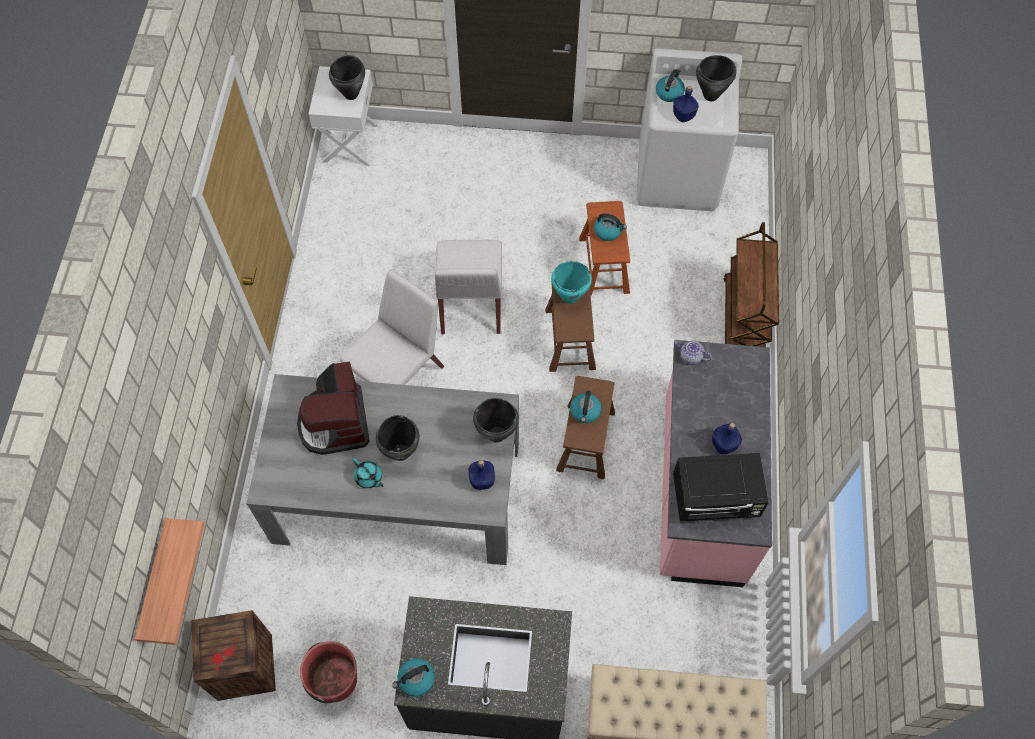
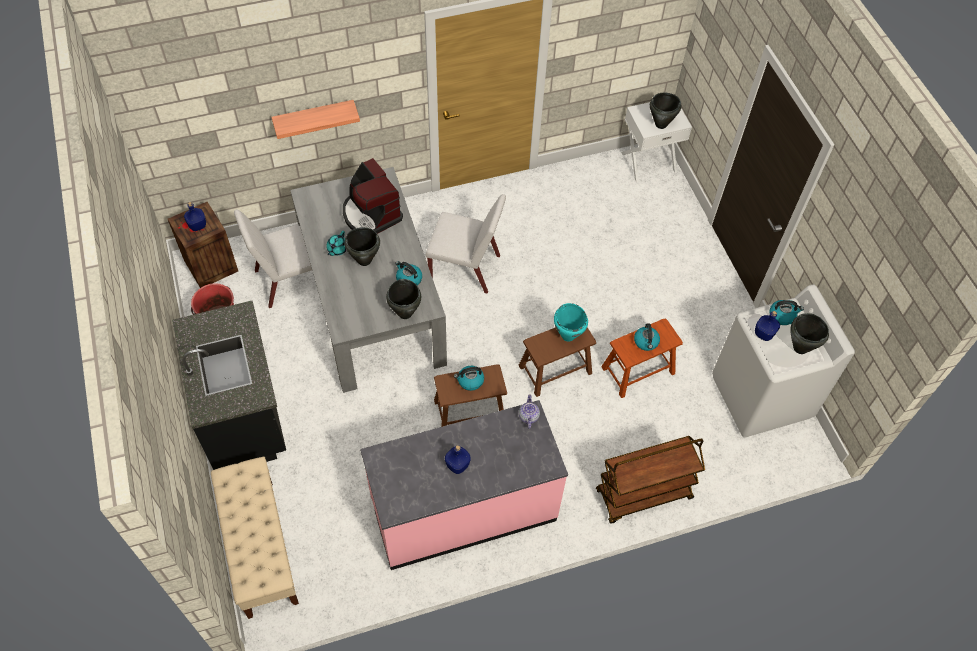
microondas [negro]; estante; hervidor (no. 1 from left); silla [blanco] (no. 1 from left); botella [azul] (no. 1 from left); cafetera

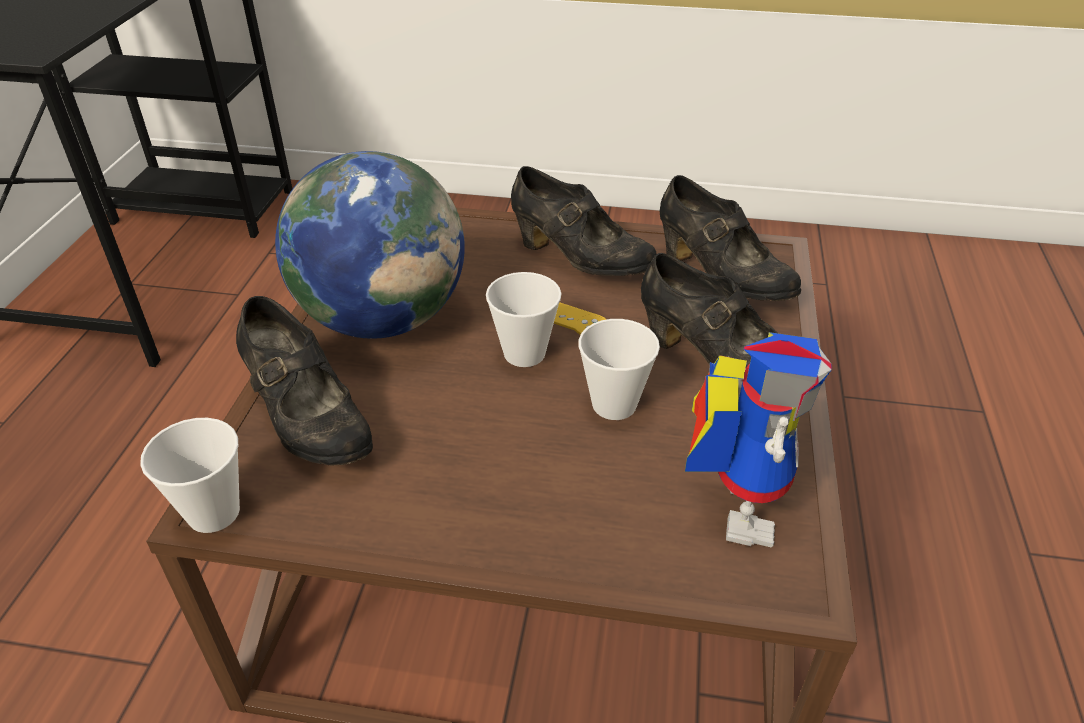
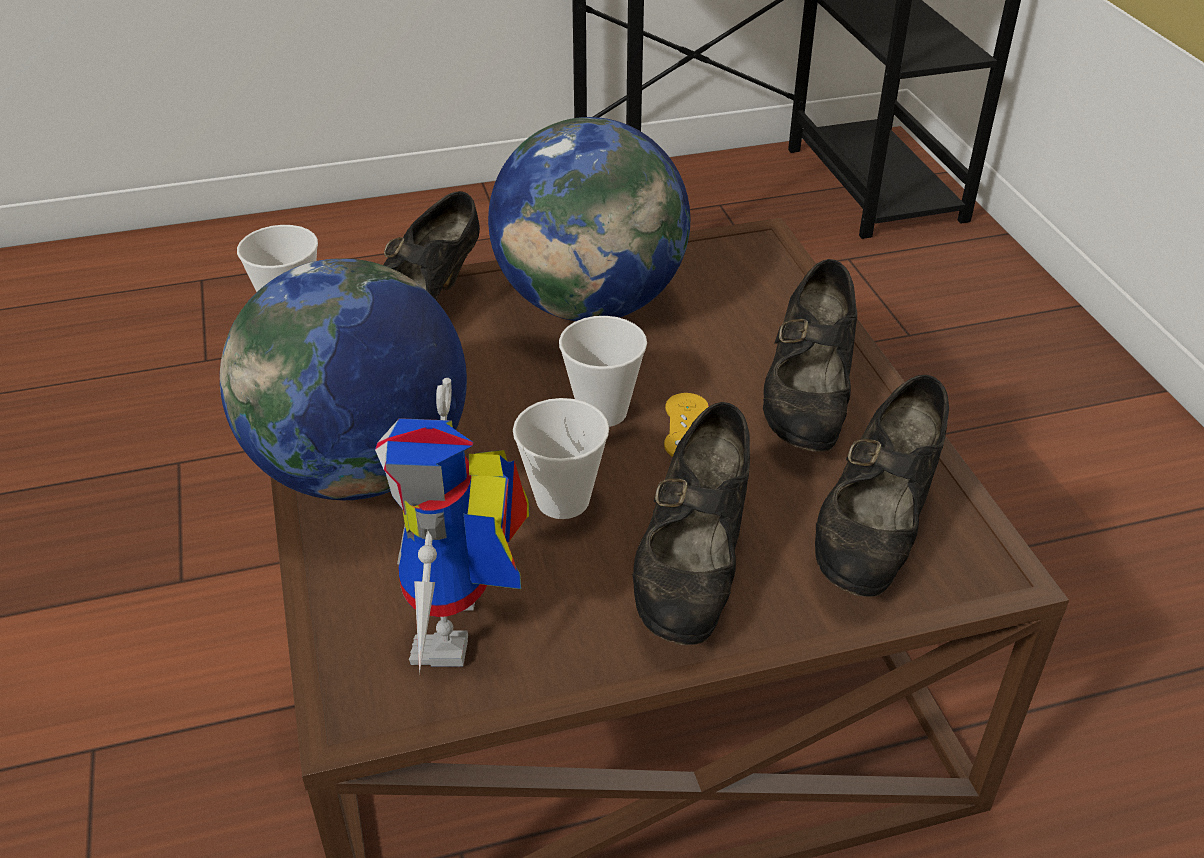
globo terráqueo (no. 1 from left); robot de juguete

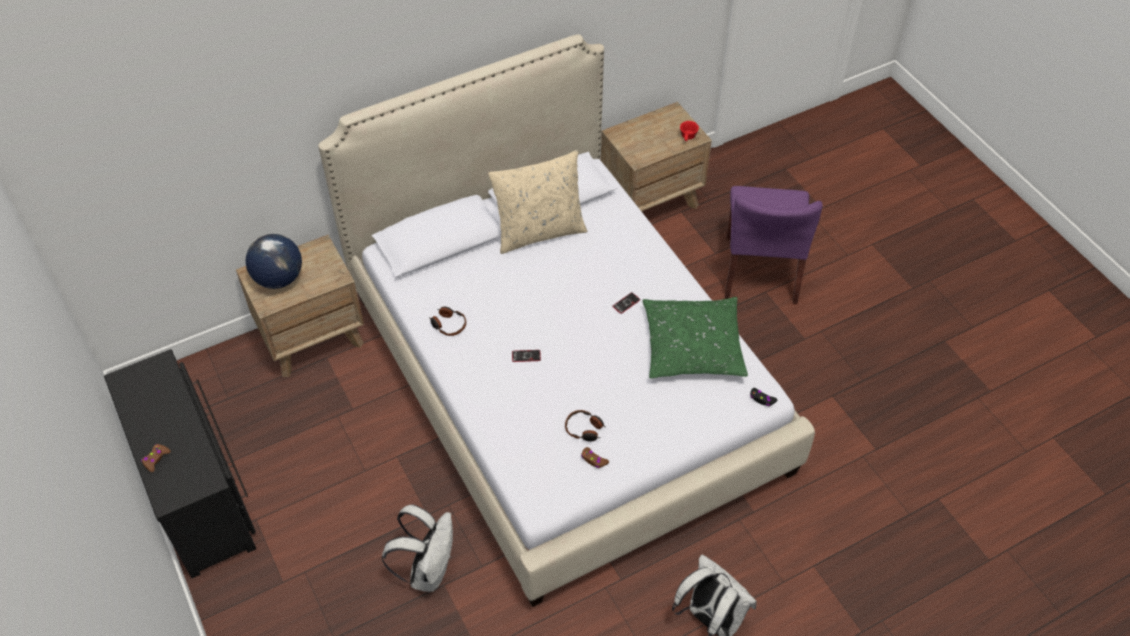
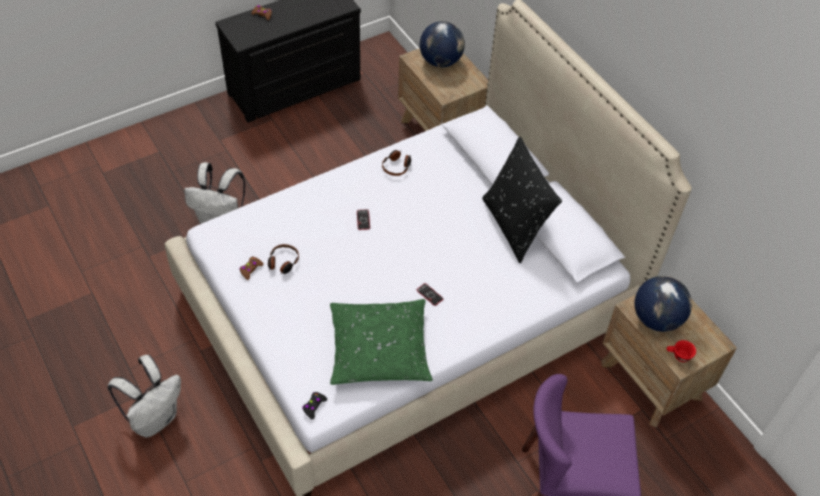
globo terráqueo (no. 2 from left); cojín [negro]

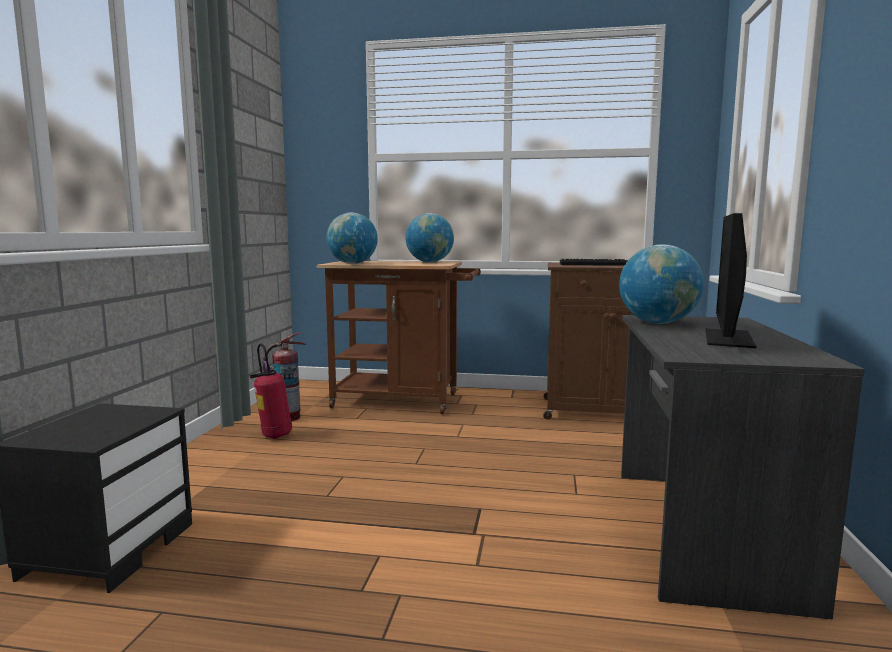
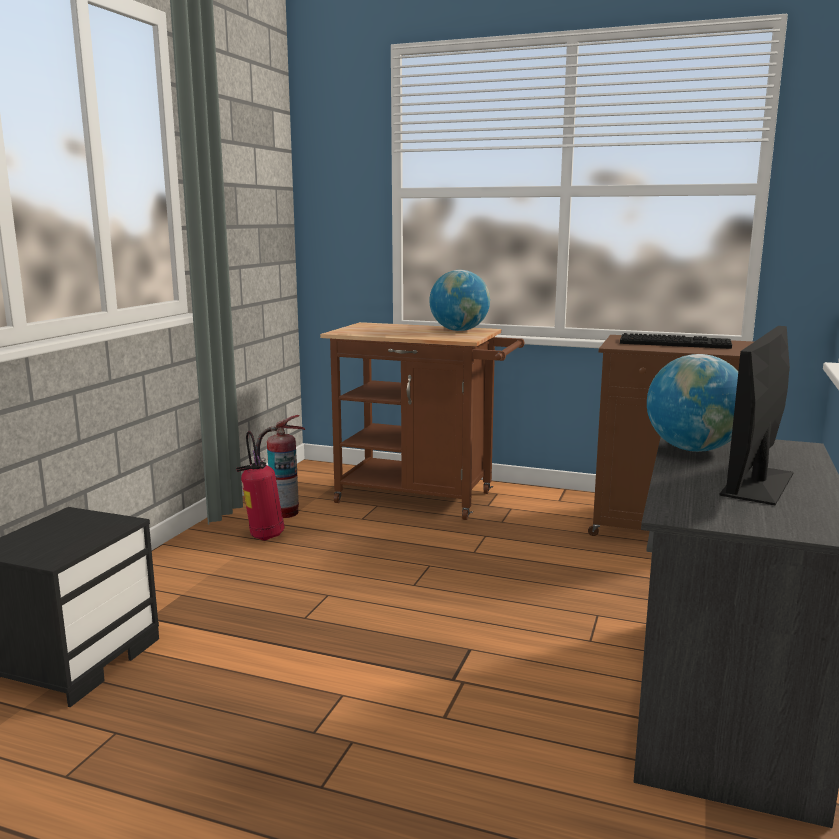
globo terráqueo (no. 1 from left in the first image)

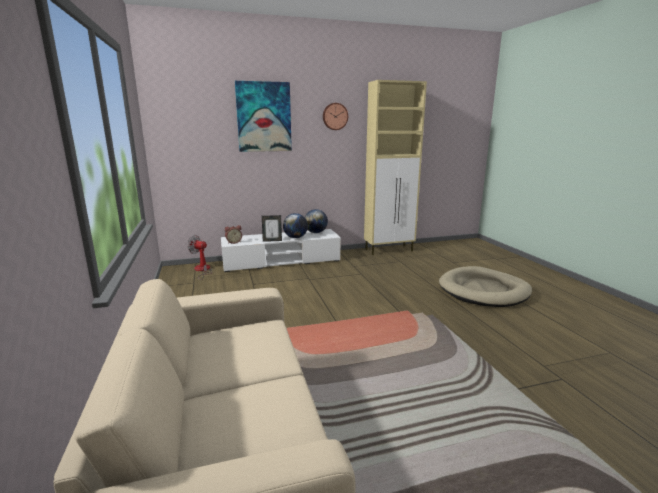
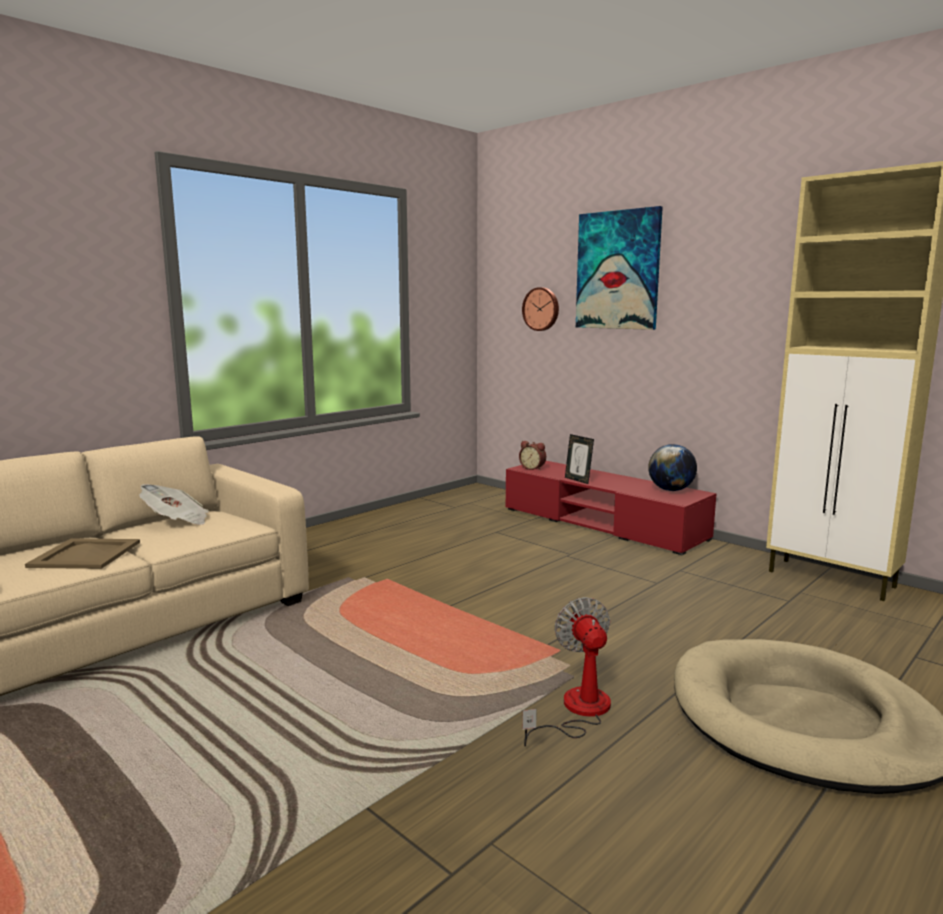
globo terráqueo (no. 1 from left in the first image); bandeja [beis]; periódico; ventilador; reloj de pared; mueble de televisión [rojo]

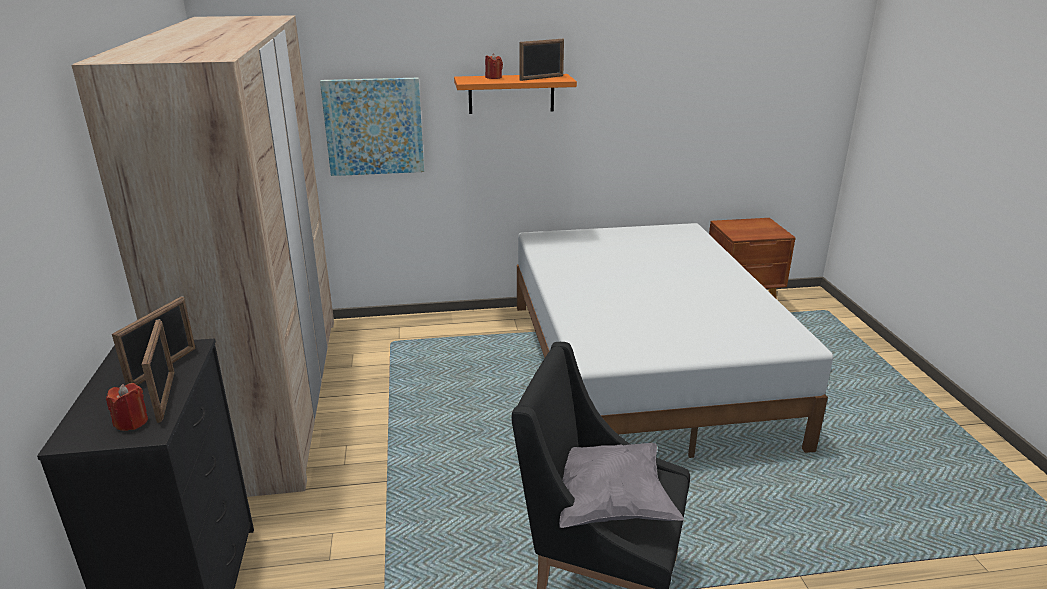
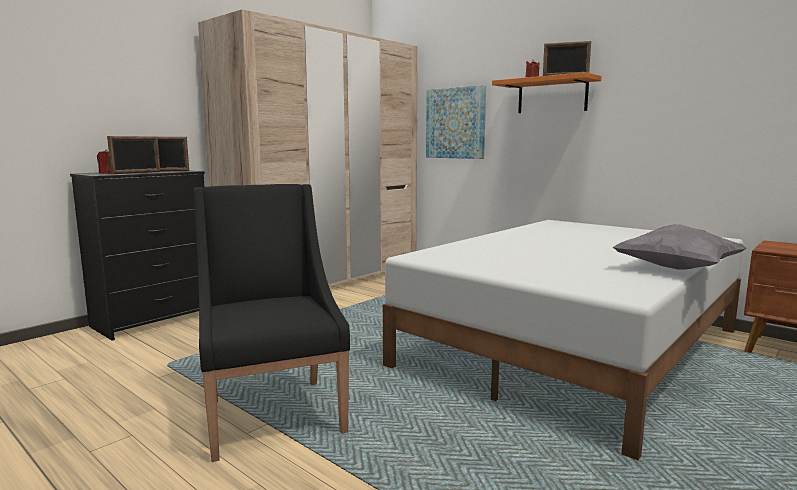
cojín [gris]

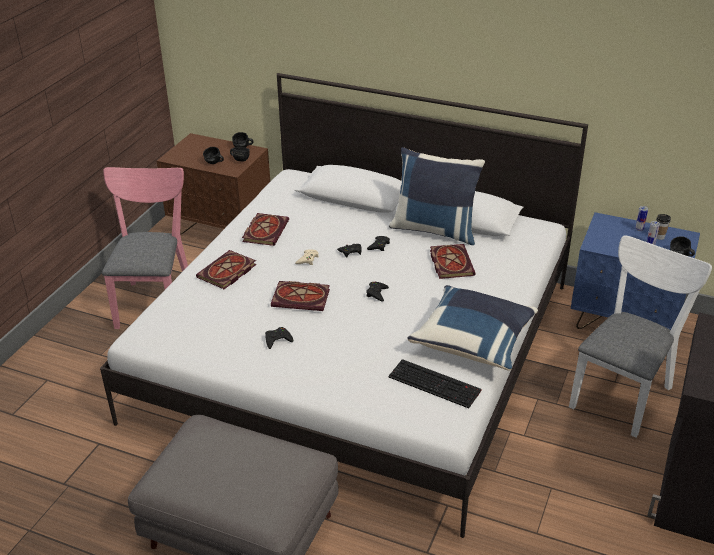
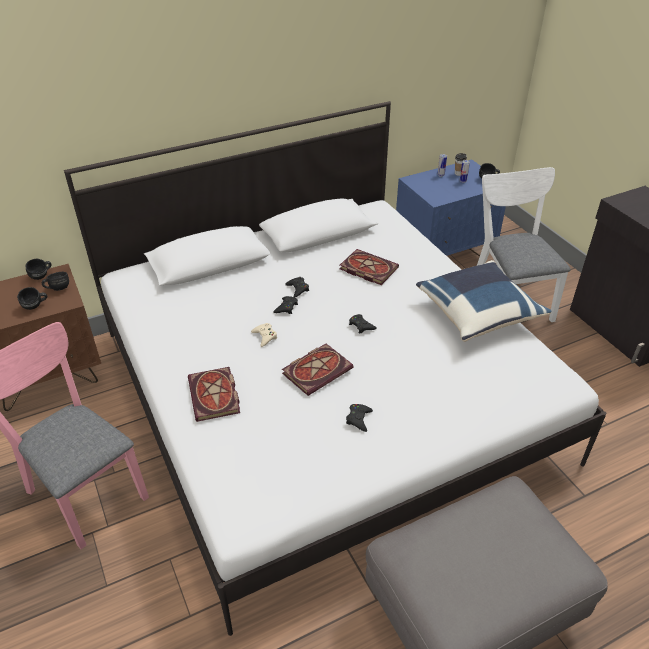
libro (no. 2 from left in the first image); teclado; cojín [azul] (no. 1 from left in the first image)

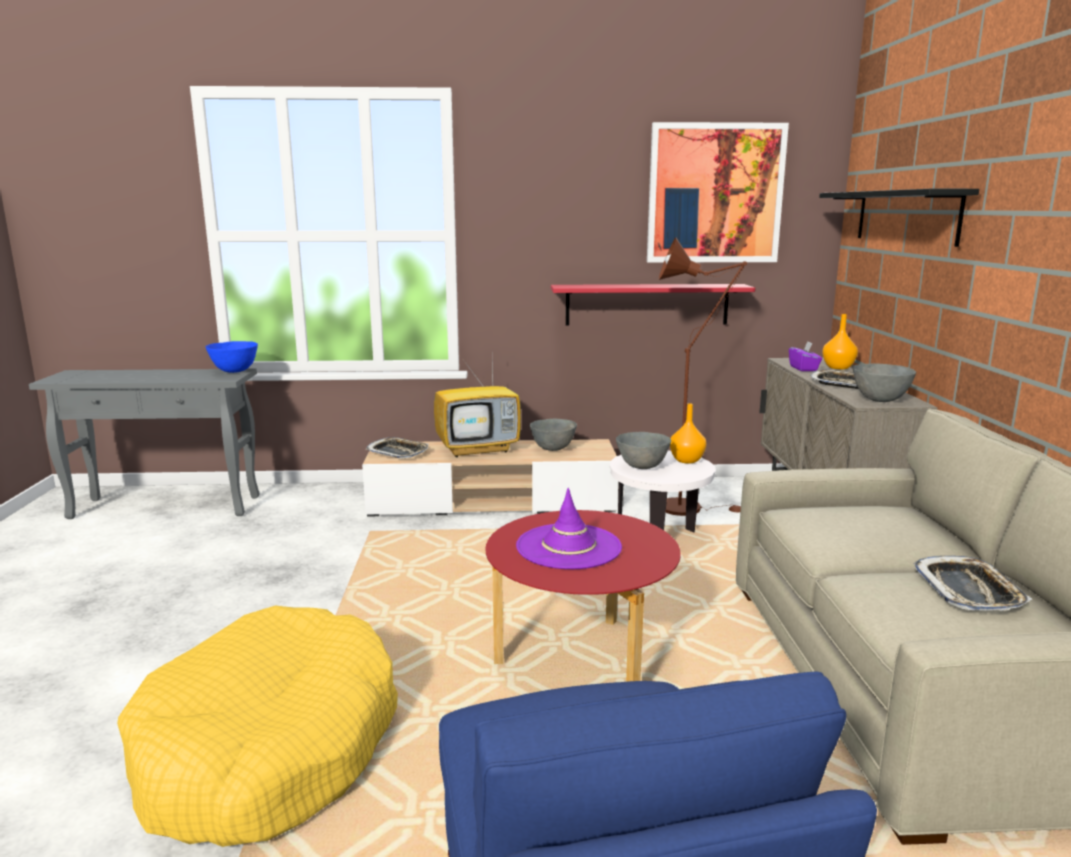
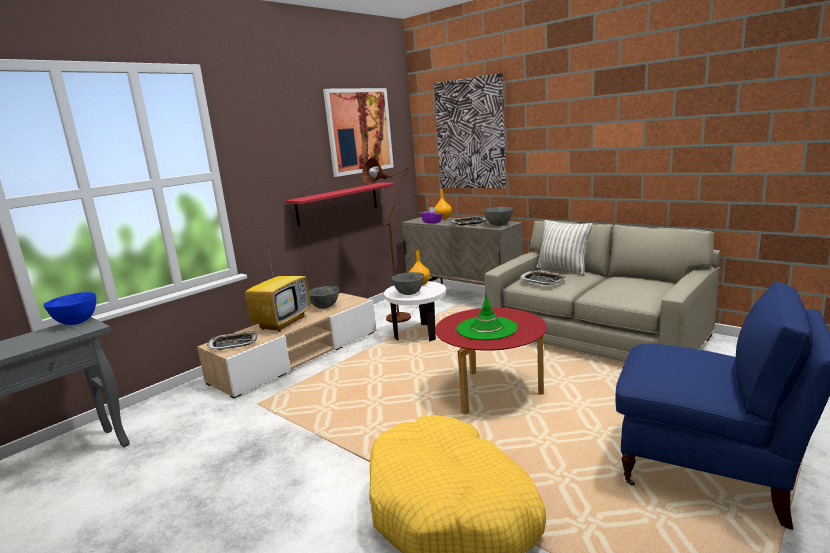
cojín; bandeja (no. 3 from left); cuadro (no. 2 from left); sombrero [verde]

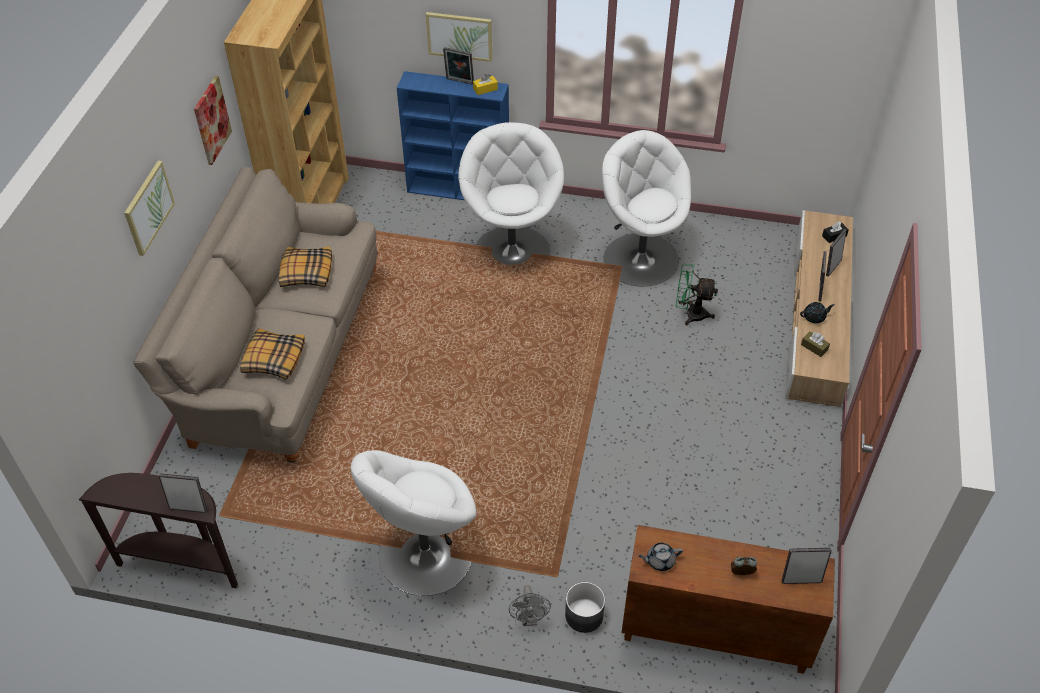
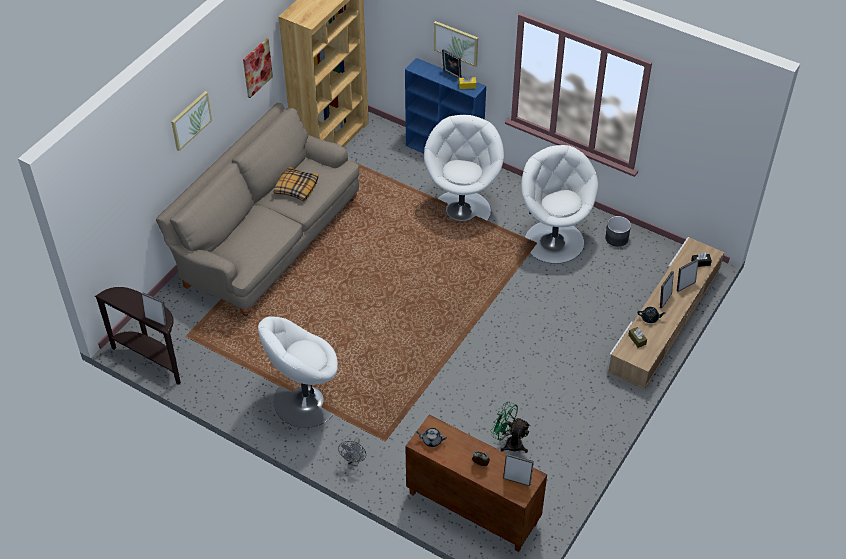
cojín (no. 1 from left in the first image); maceta [gris]; ventilador [verde]

